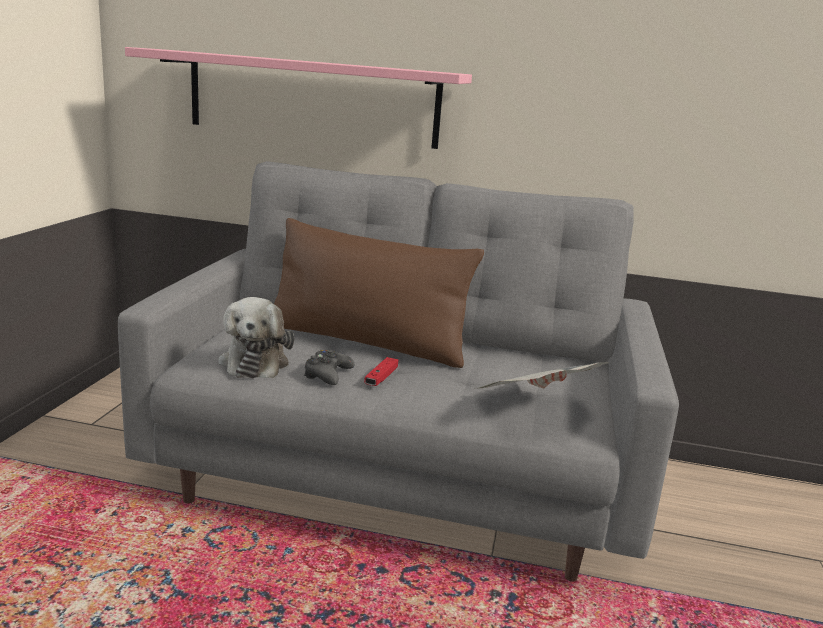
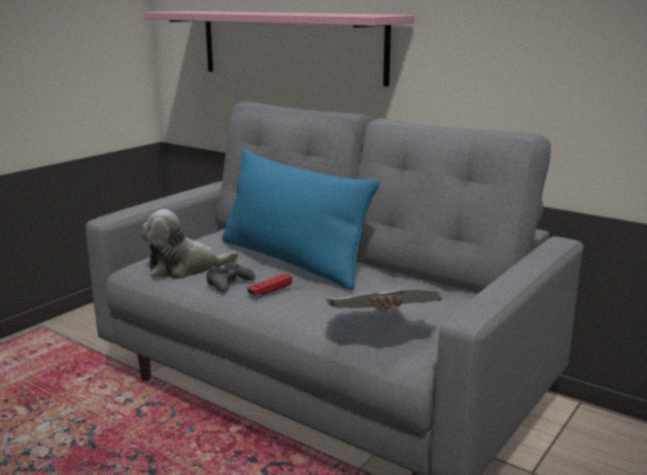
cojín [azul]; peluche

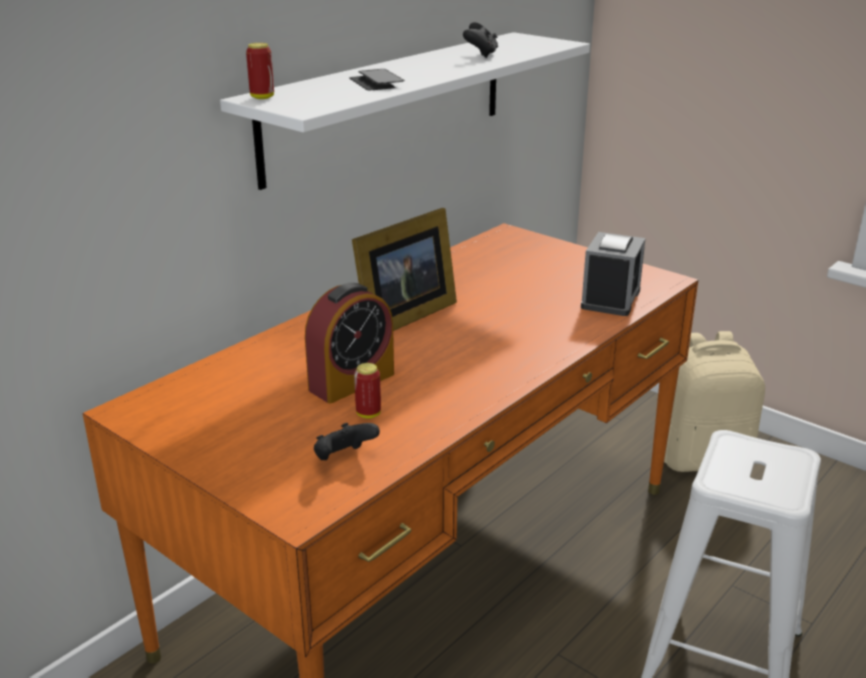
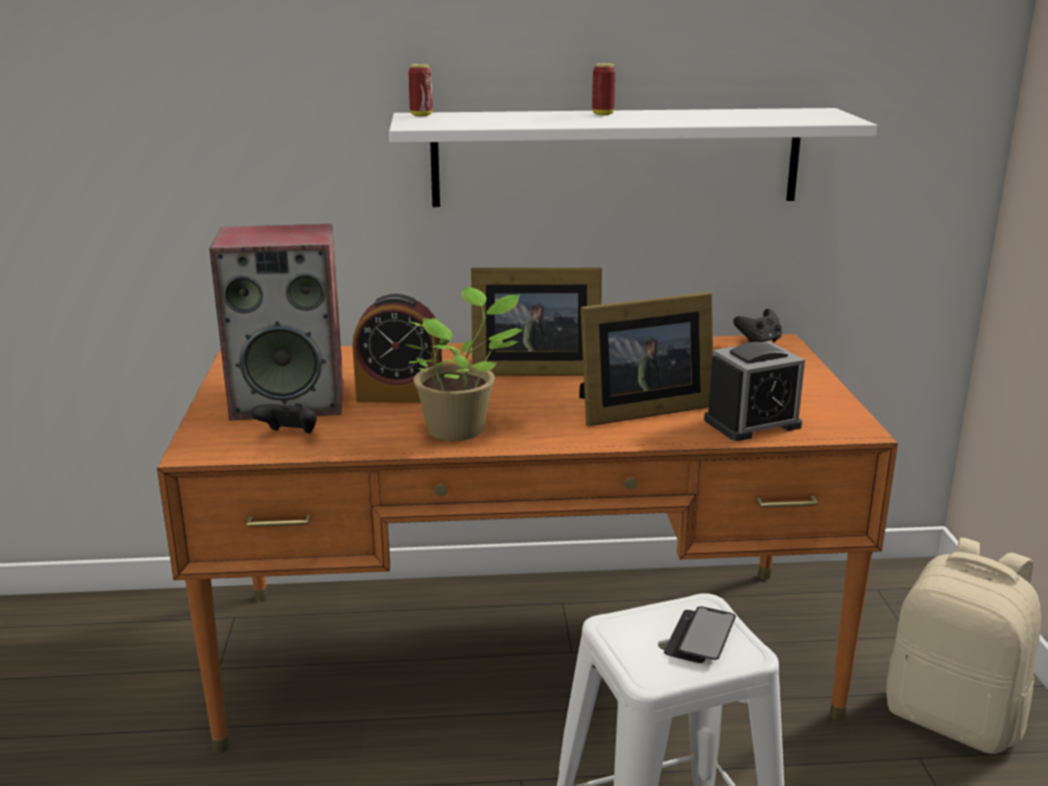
altavoz; planta en maceta; portarretratos (no. 2 from left); móvil; lata (no. 2 from left); mando de consola [negro] (no. 2 from left)

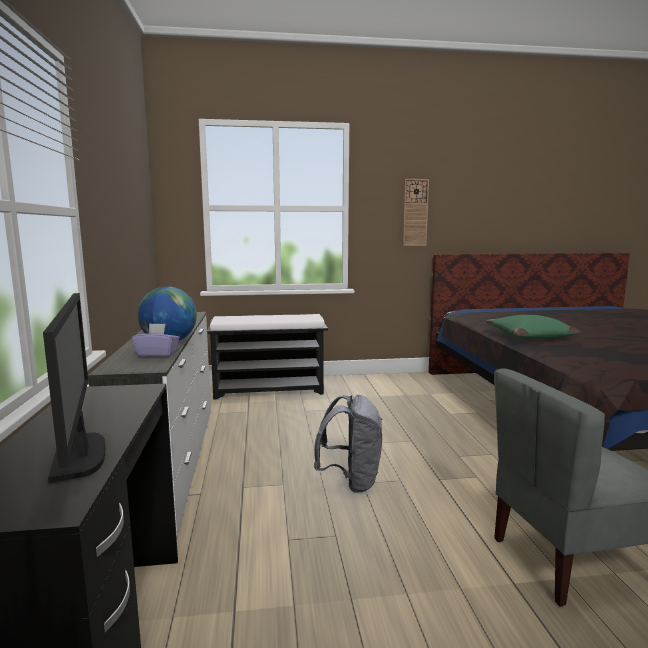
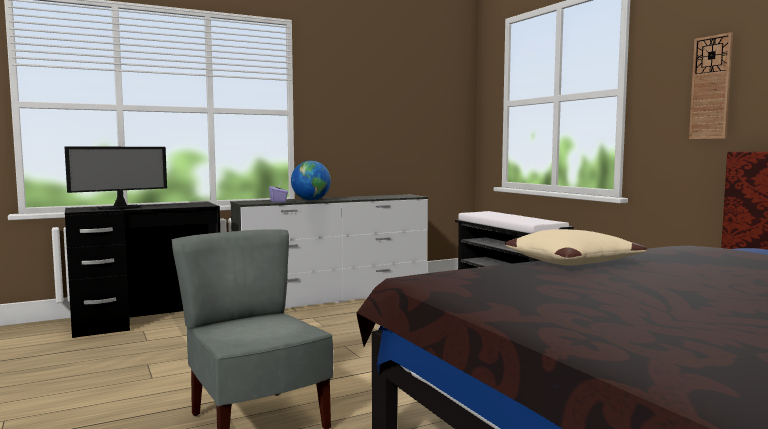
mochila [gris]; cojín [beis]

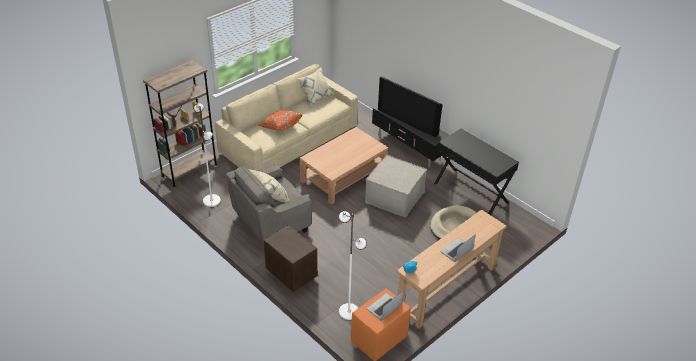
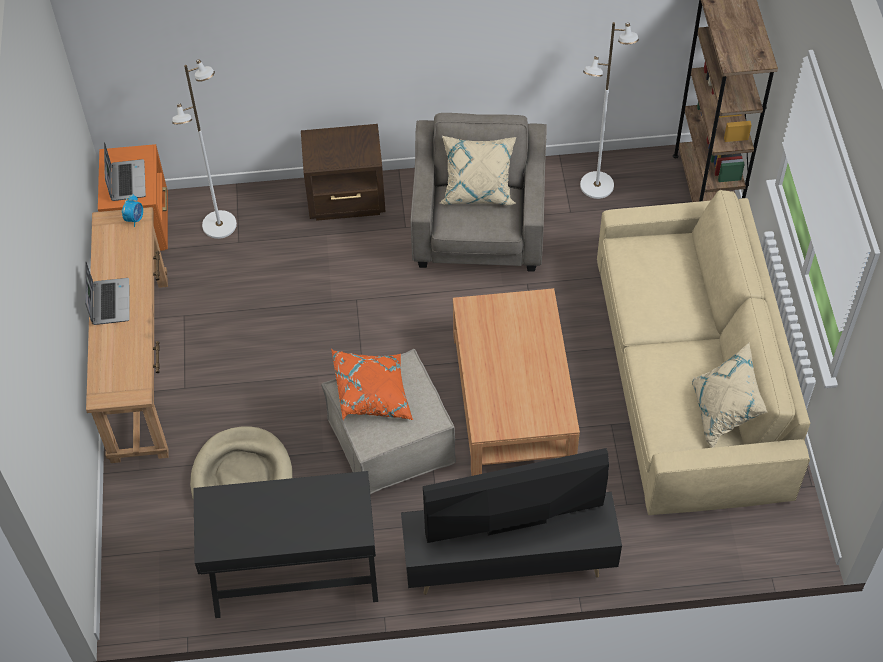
cojín [naranja]

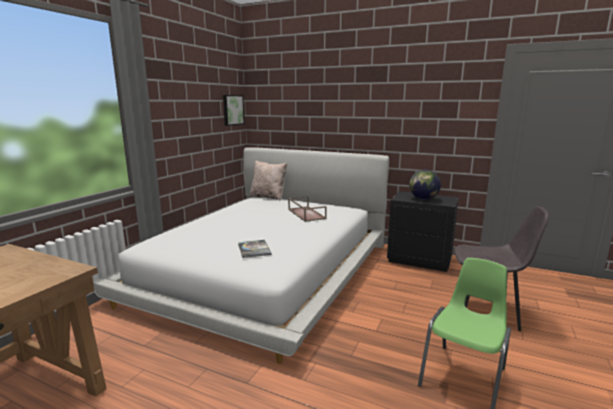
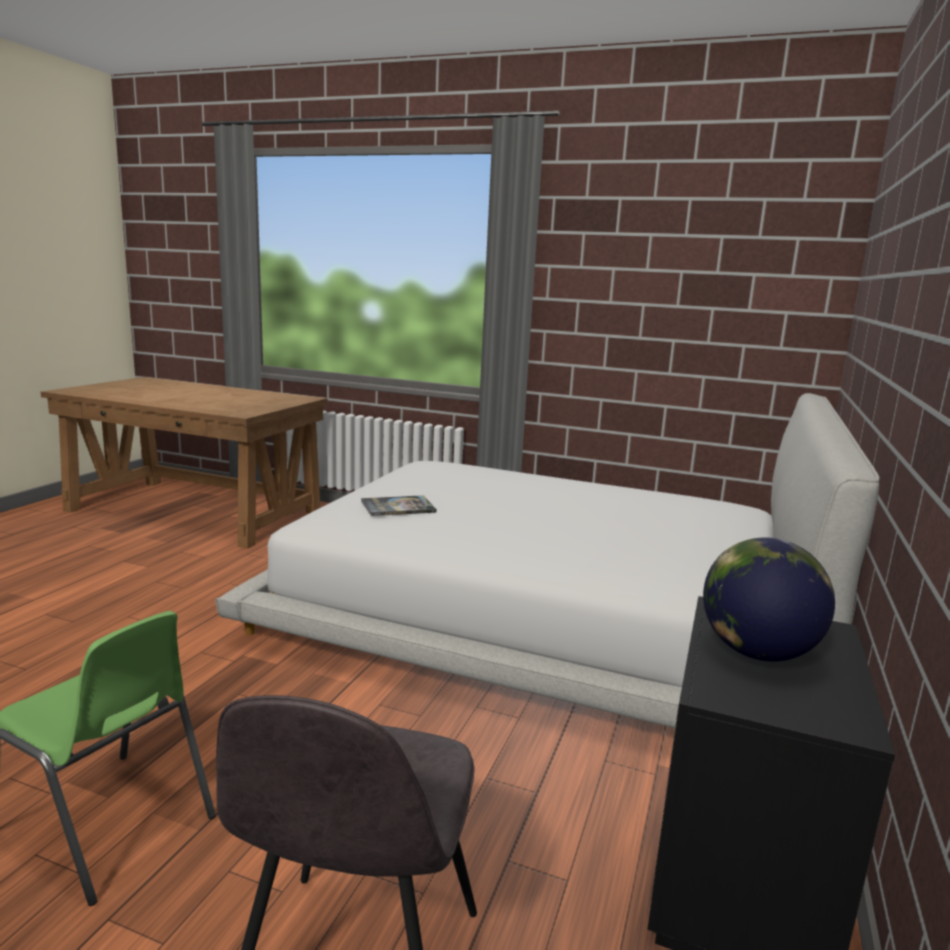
cuadro; cojín [beis]; bandeja [marrón]

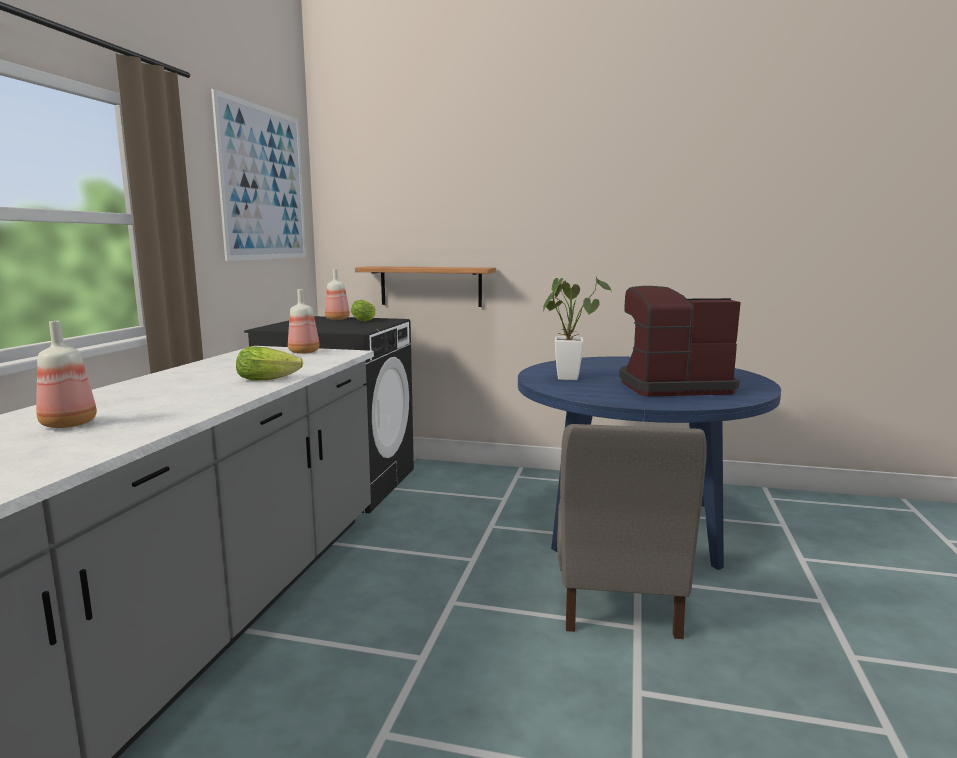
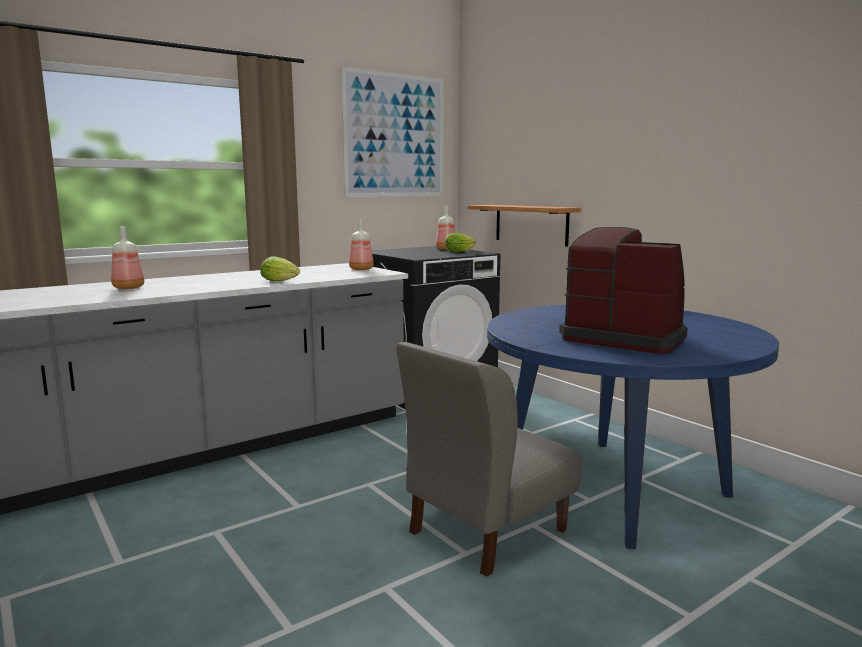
planta en maceta

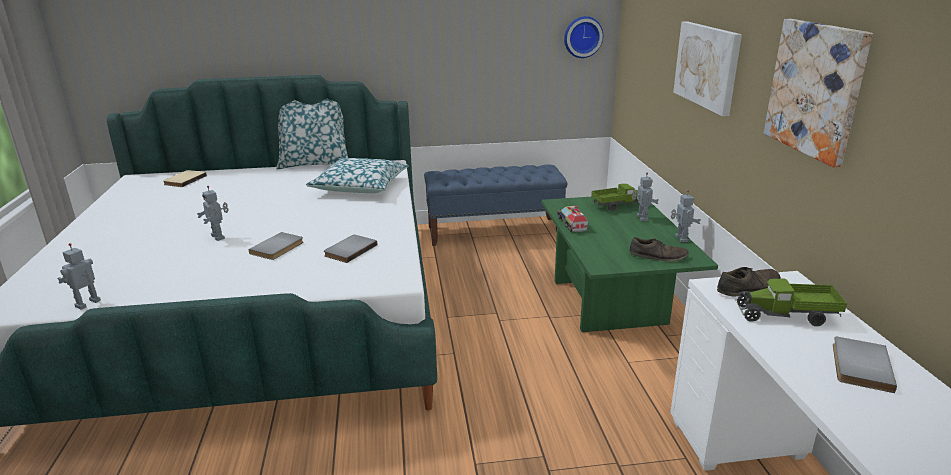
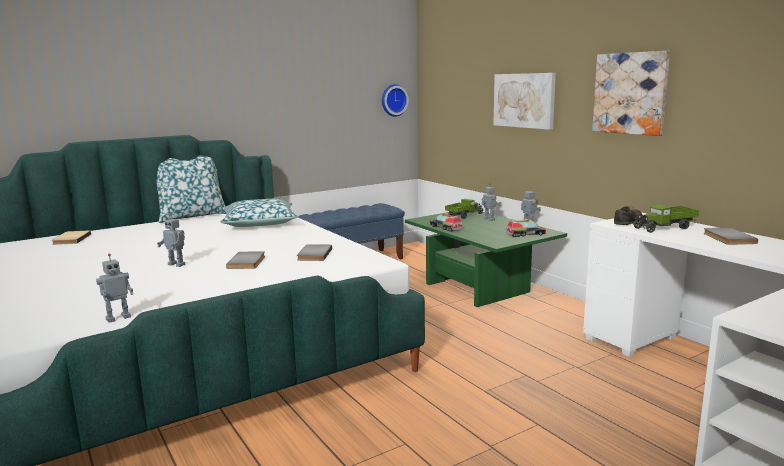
camión de juguete (no. 3 from left); robot de juguete (no. 1 from left)

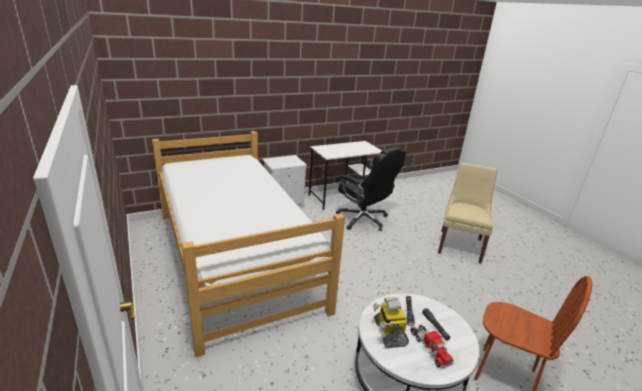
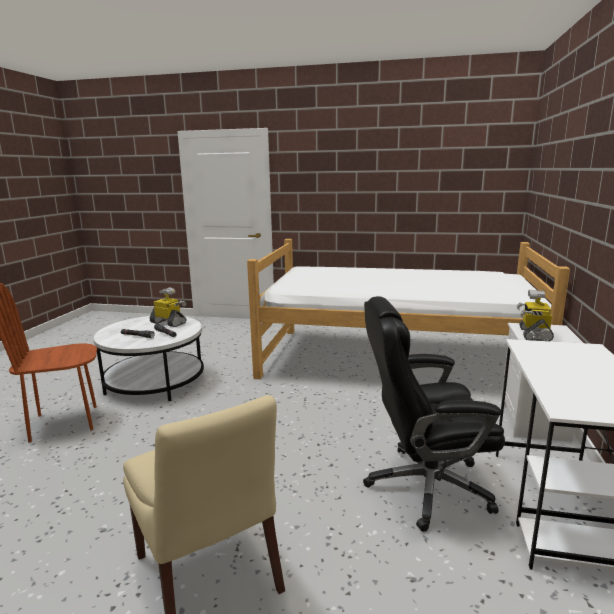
camión de juguete; robot de juguete (no. 2 from left)

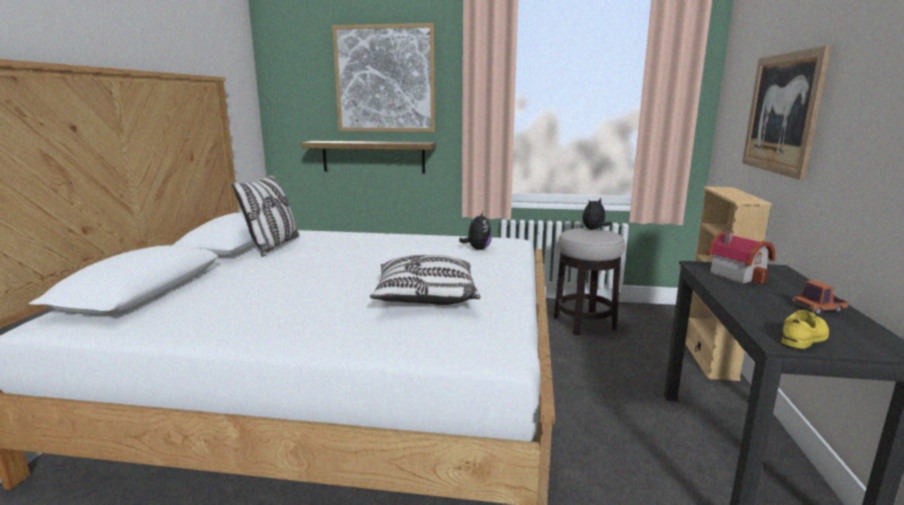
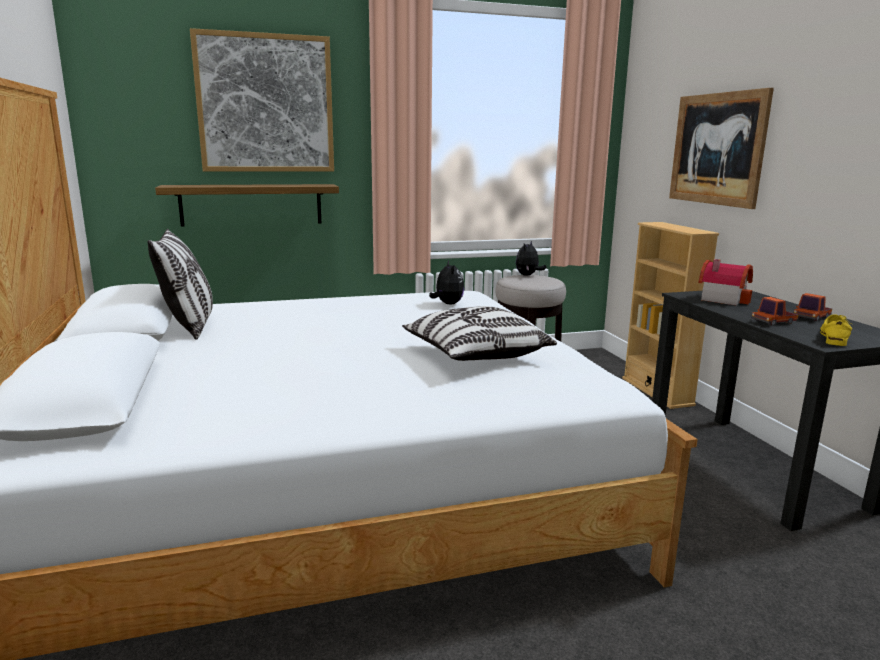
camión de juguete (no. 1 from left)

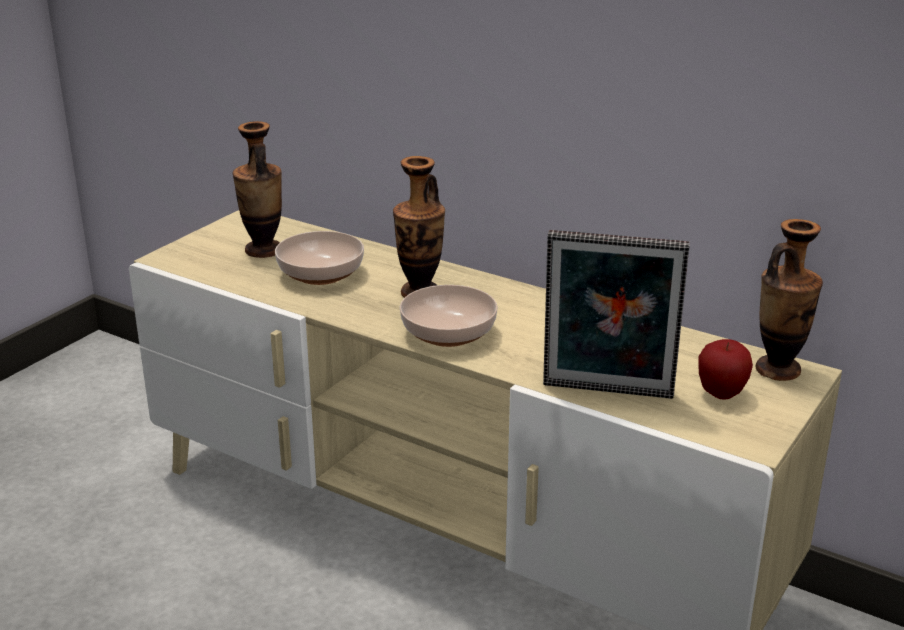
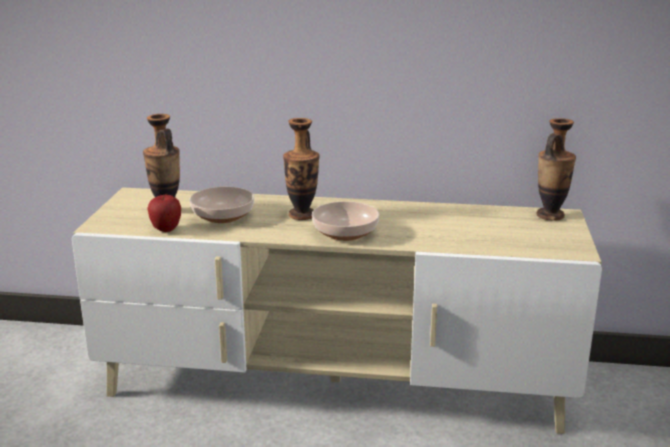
portarretratos; manzana

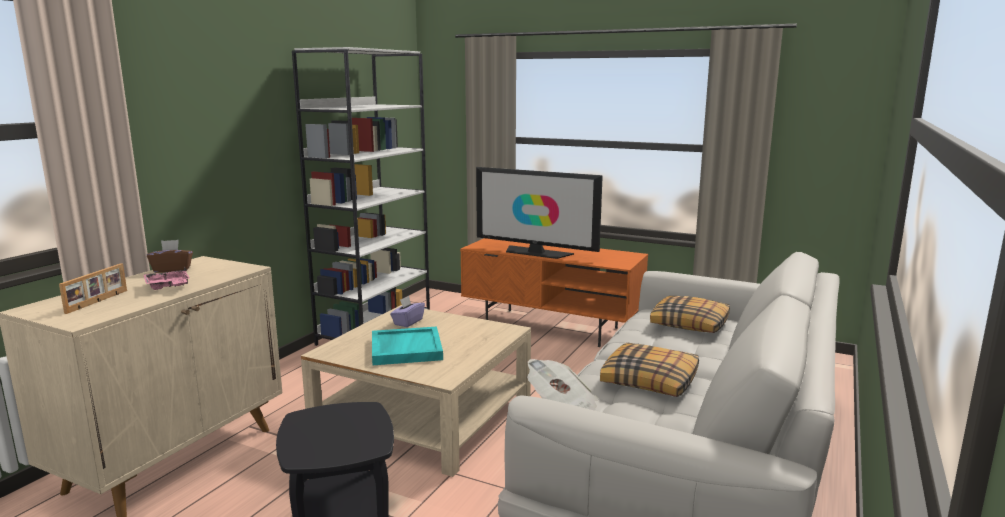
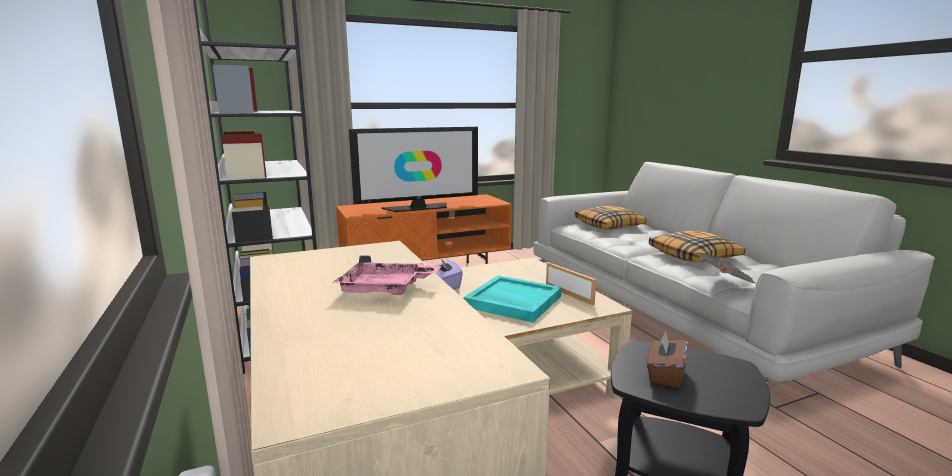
portarretratos; caja de pañuelos [marrón]

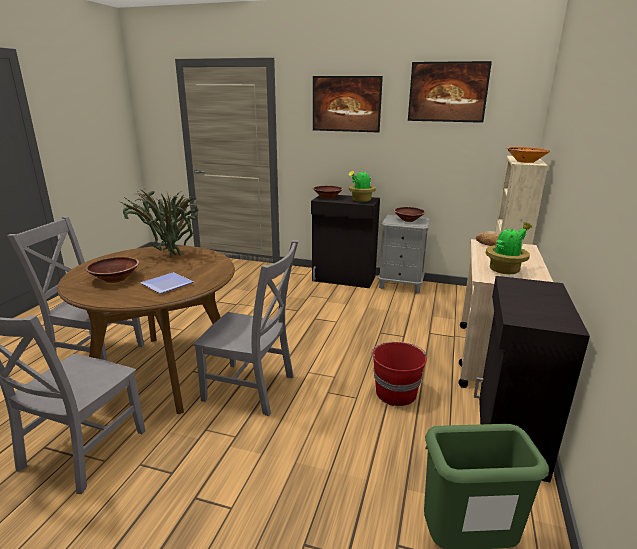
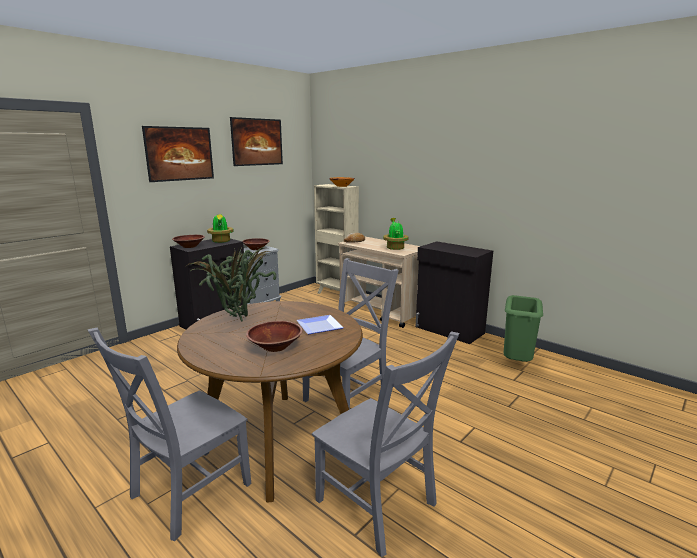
cubo [rojo]

